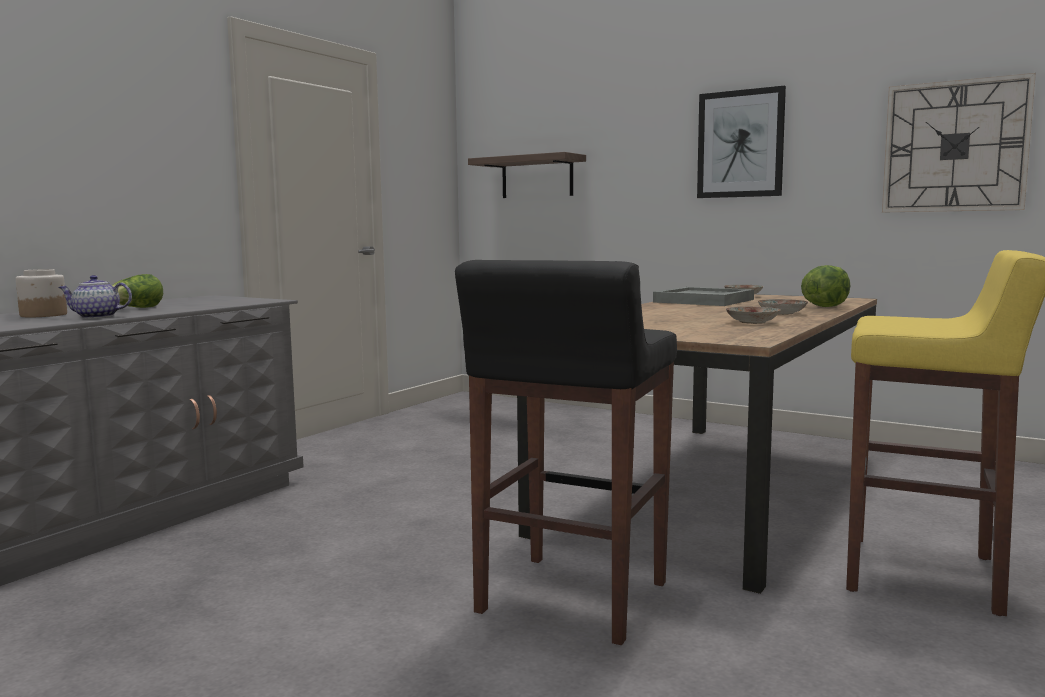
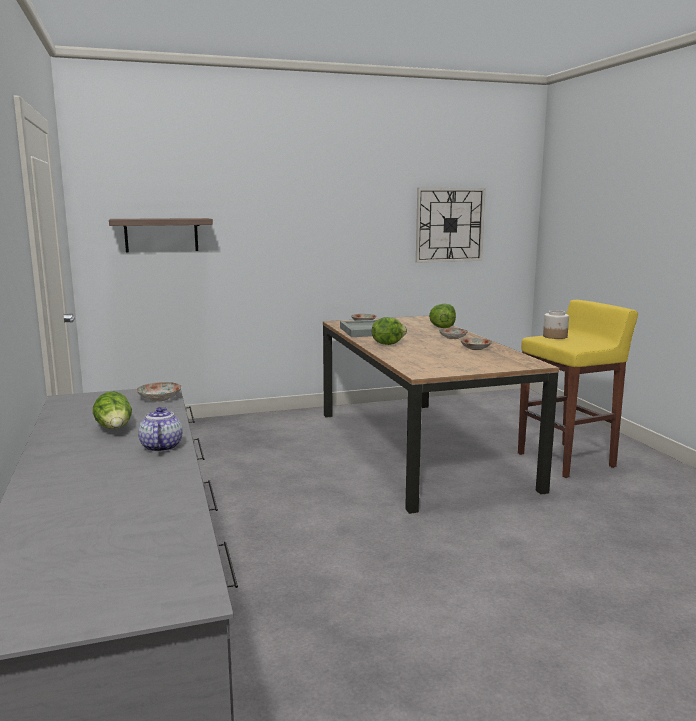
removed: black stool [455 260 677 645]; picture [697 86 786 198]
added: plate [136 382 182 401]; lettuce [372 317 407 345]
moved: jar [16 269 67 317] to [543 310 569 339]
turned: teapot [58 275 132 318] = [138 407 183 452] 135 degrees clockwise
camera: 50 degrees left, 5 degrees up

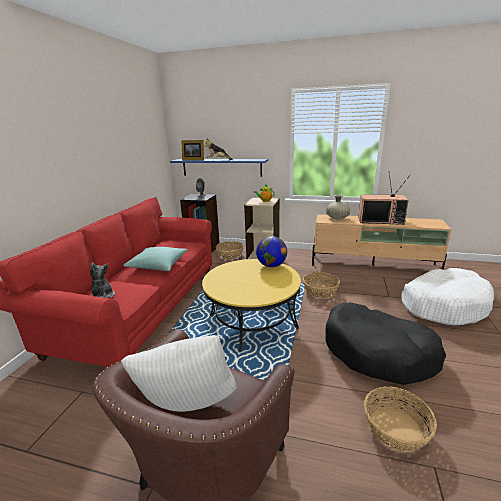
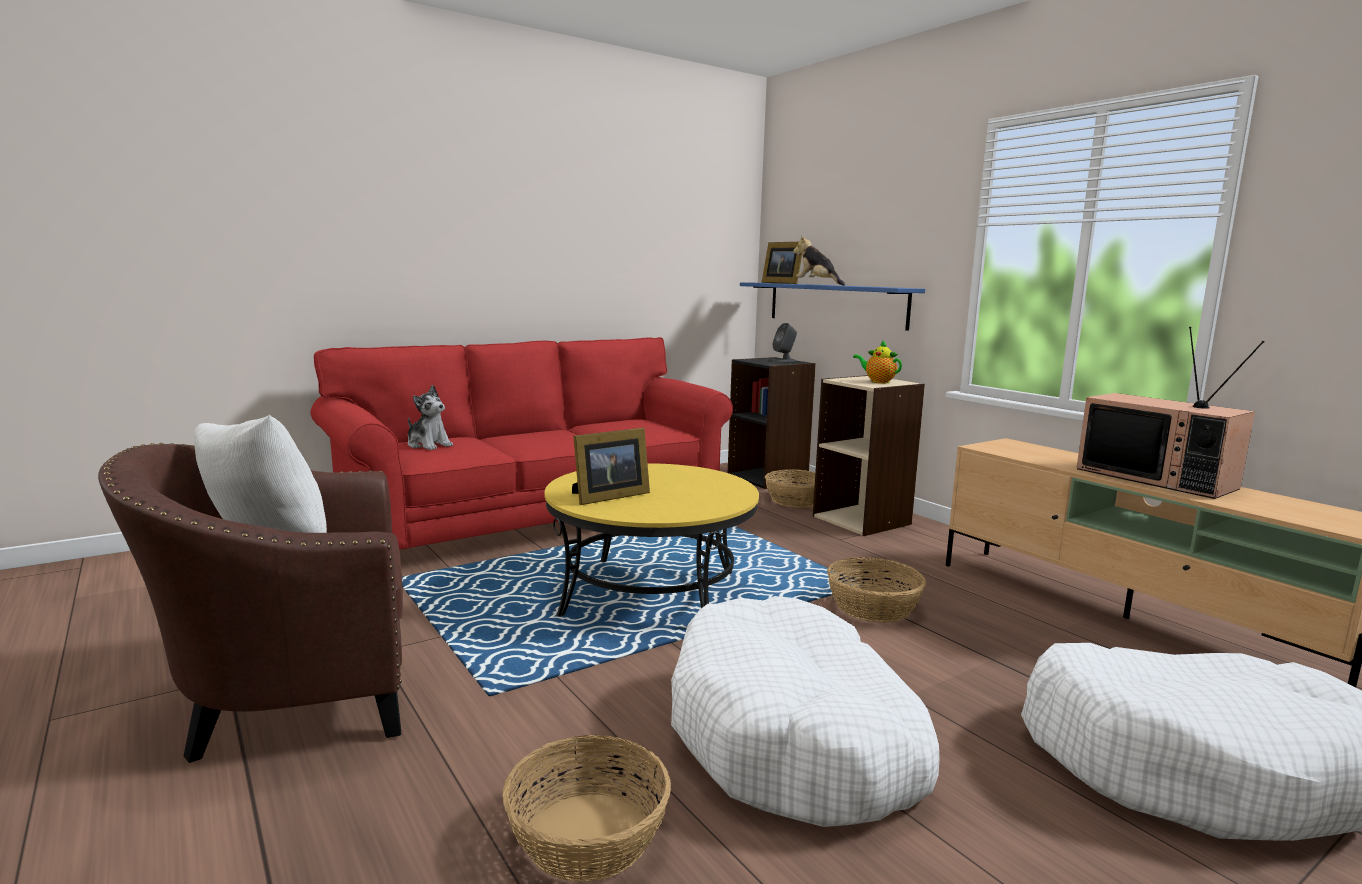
removed: turquoise pillow [123 247 187 271]; globe [256 236 287 267]; beige vase [326 195 350 219]
added: picture frame [572 428 650 505]
recoloured: black dog bed [326 302 446 385] to white dog bed [671 596 939 827]
turned: plush toy [90 263 115 298] = [408 385 453 450] 120 degrees clockwise
camera: 40 degrees right, 10 degrees down

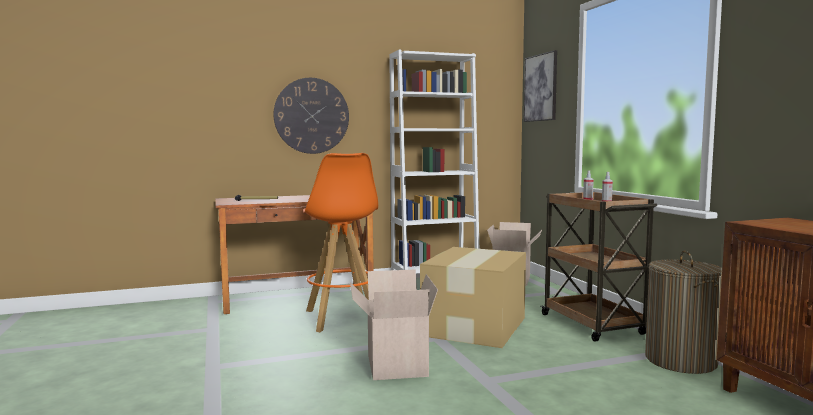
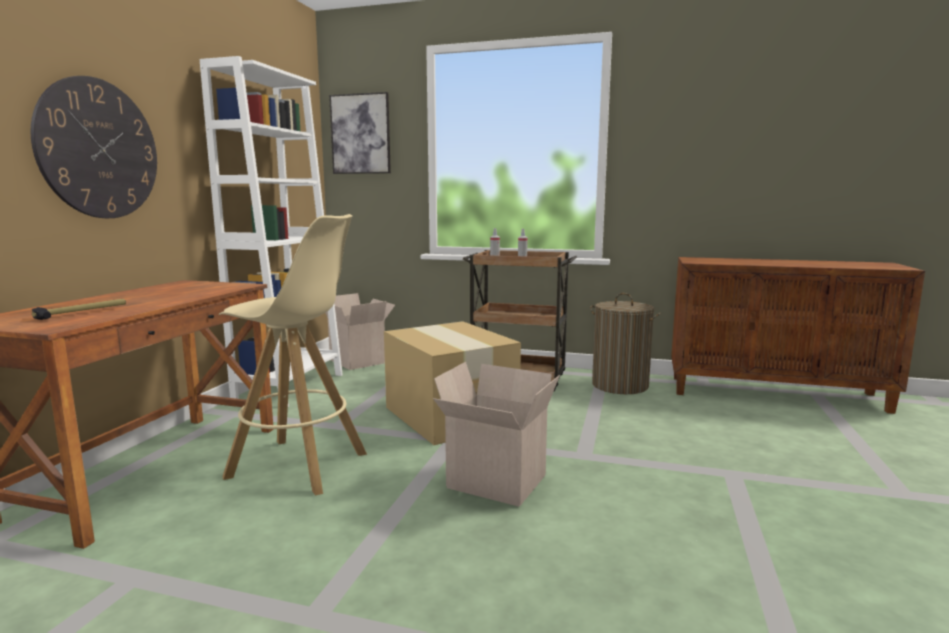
recoloured: orange stool [303 153 378 332] to beige stool [219 214 367 495]
camera: 55 degrees left, 5 degrees up

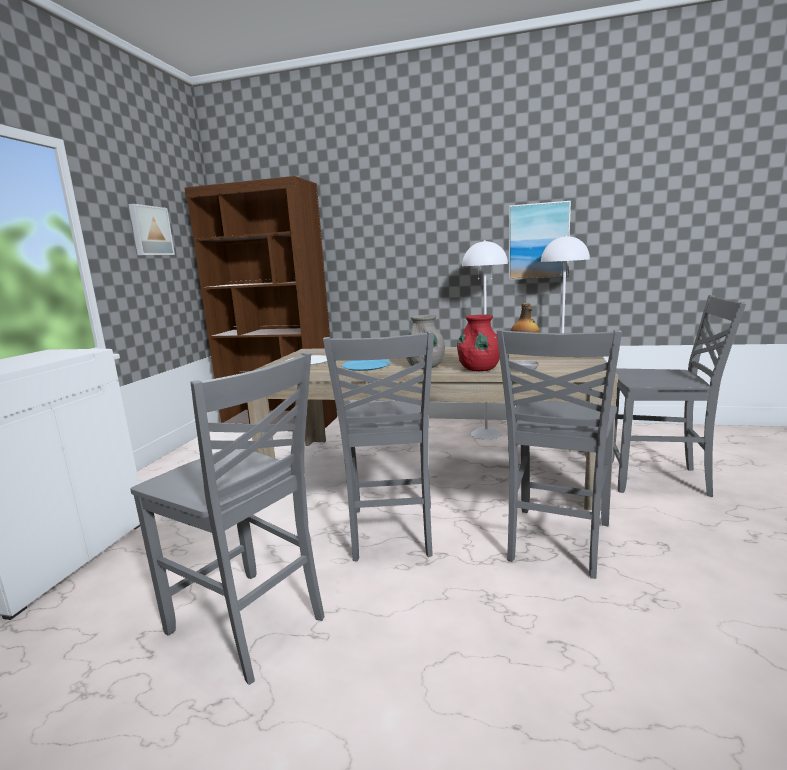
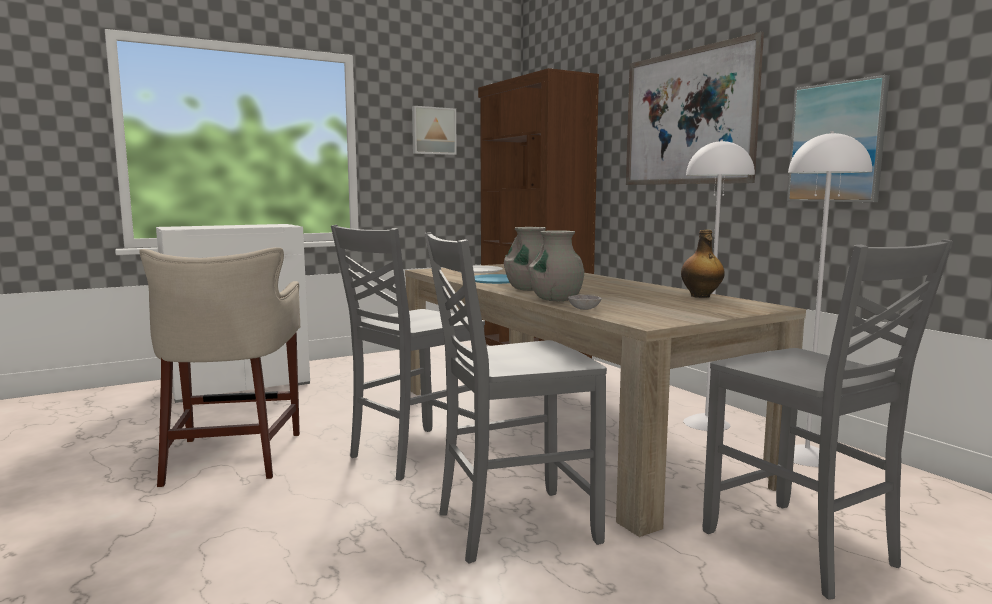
added: picture [626 32 764 185]
replaced: grey chair [130 352 324 685] to beige stool [139 247 300 487]
recoloured: red vase [457 314 500 371] to grey vase [528 230 584 301]
camera: 45 degrees right, 5 degrees down

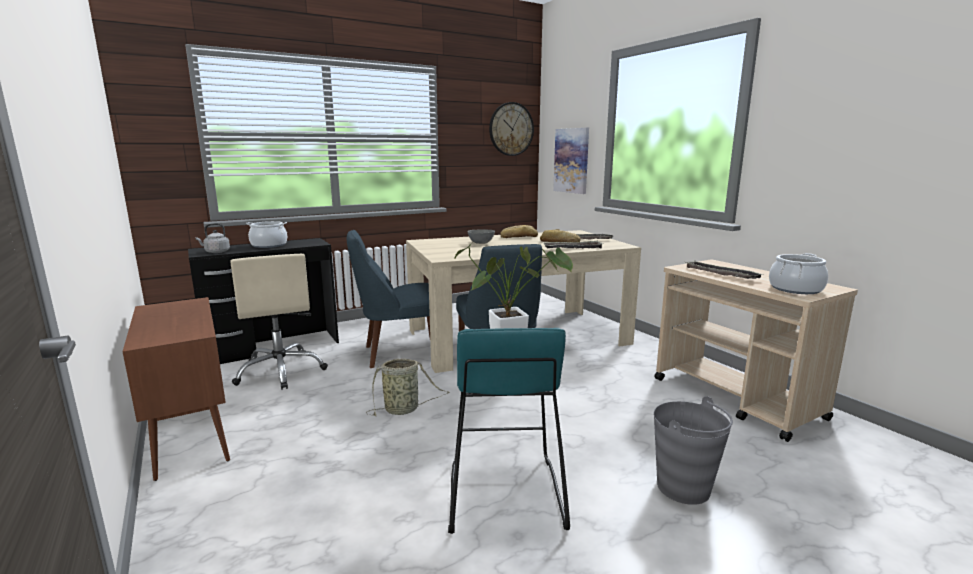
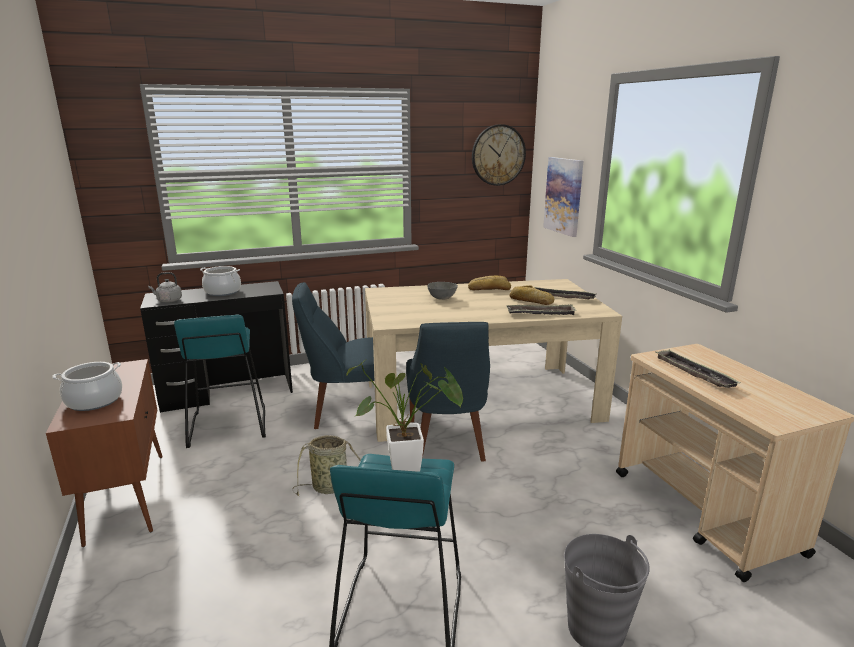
moved: cooking pot [769 253 828 294] to [52 362 122 411]
replaced: beige office chair [230 254 328 390] to turquoise stool [174 314 266 448]
camera: 10 degrees right, 5 degrees up

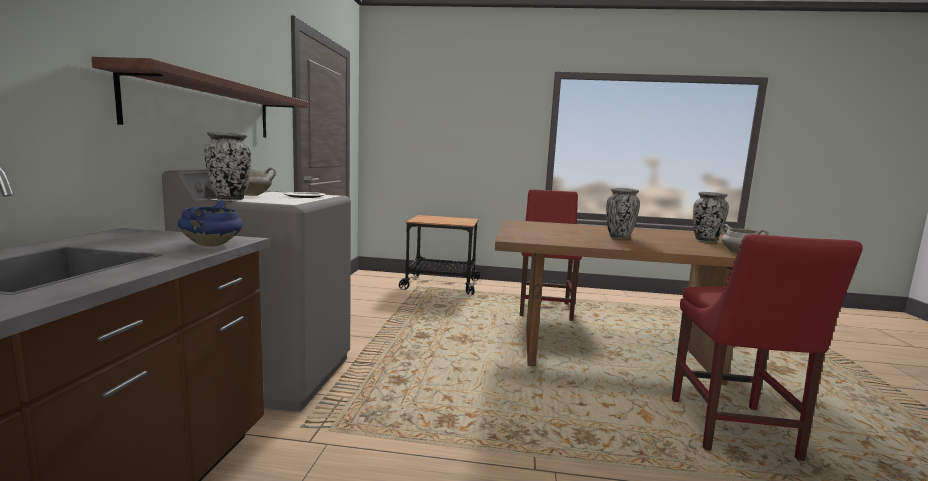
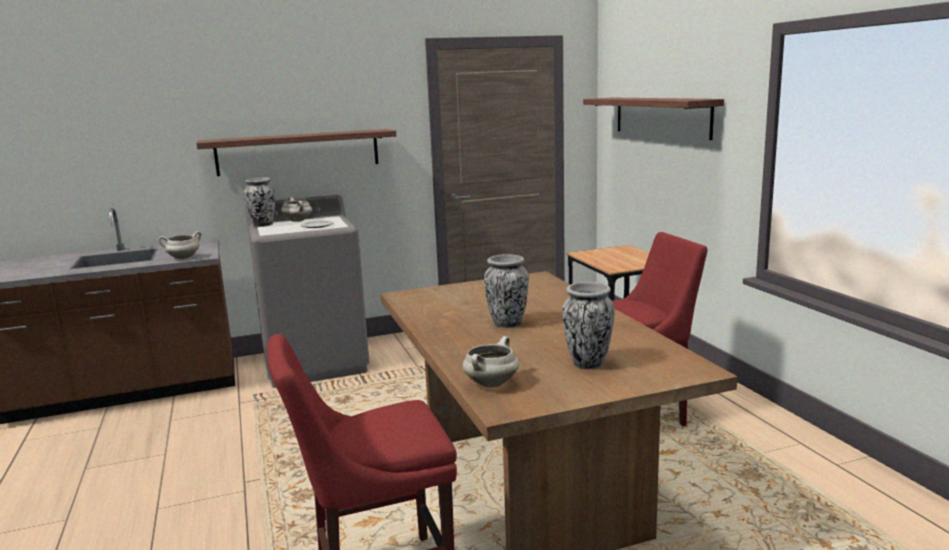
added: shelf [583 98 724 140]
recoloured: blue cooking pot [178 200 243 246] to white cooking pot [159 231 201 259]
camera: 65 degrees right, 5 degrees up

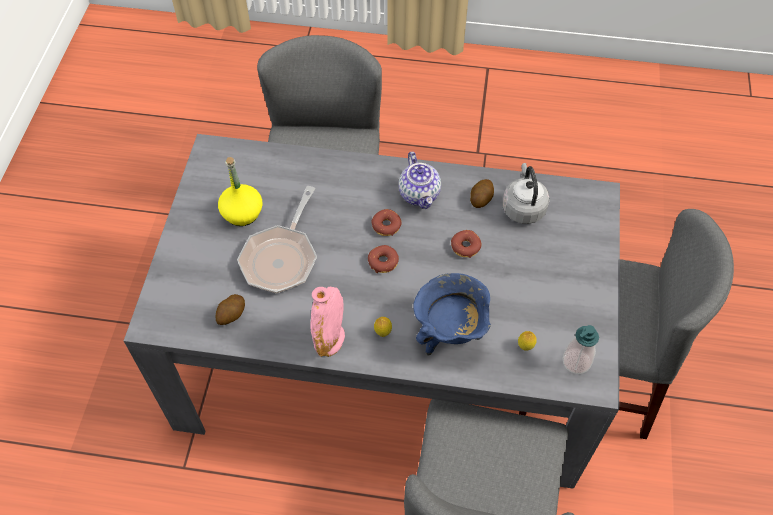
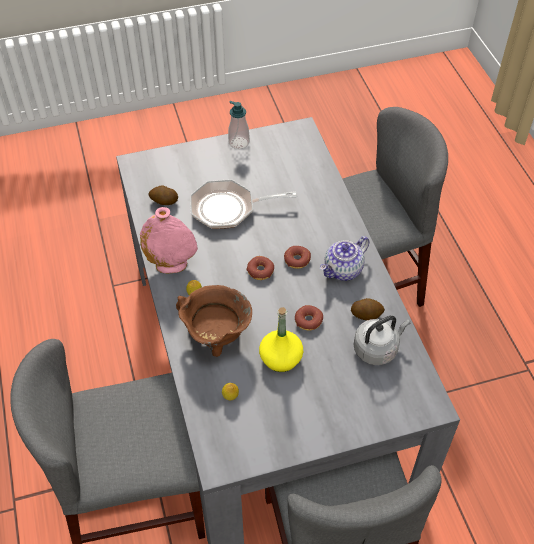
moved: yellow bottle [218 157 263 226] to [259 307 303 372]; soap dispenser [562 325 599 374] to [228 101 250 149]
recoloured: blue cooking pot [413 273 491 355] to brown cooking pot [176 285 252 357]
camera: 65 degrees right, 5 degrees down

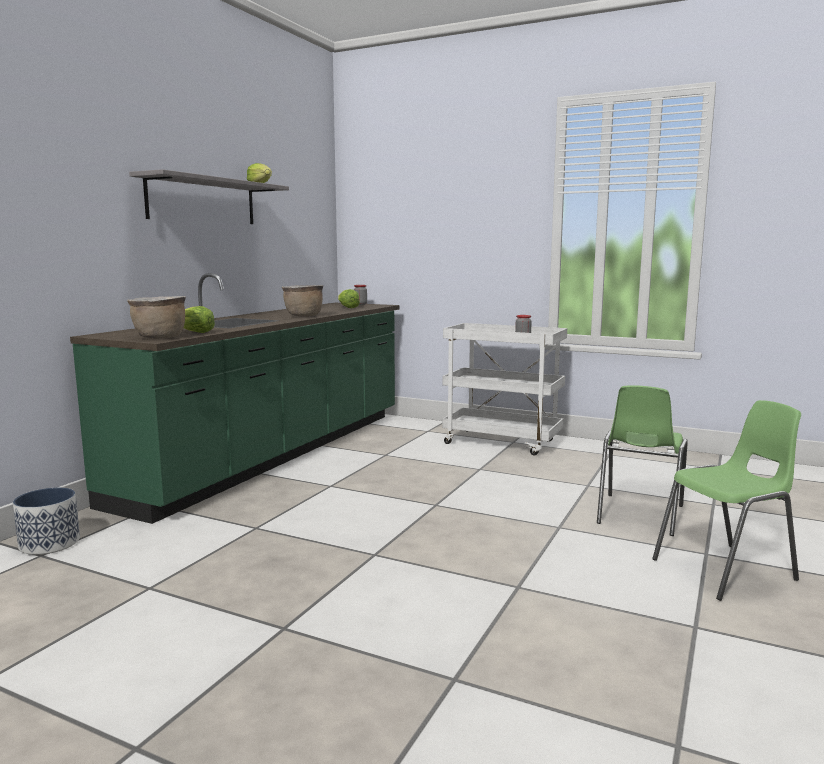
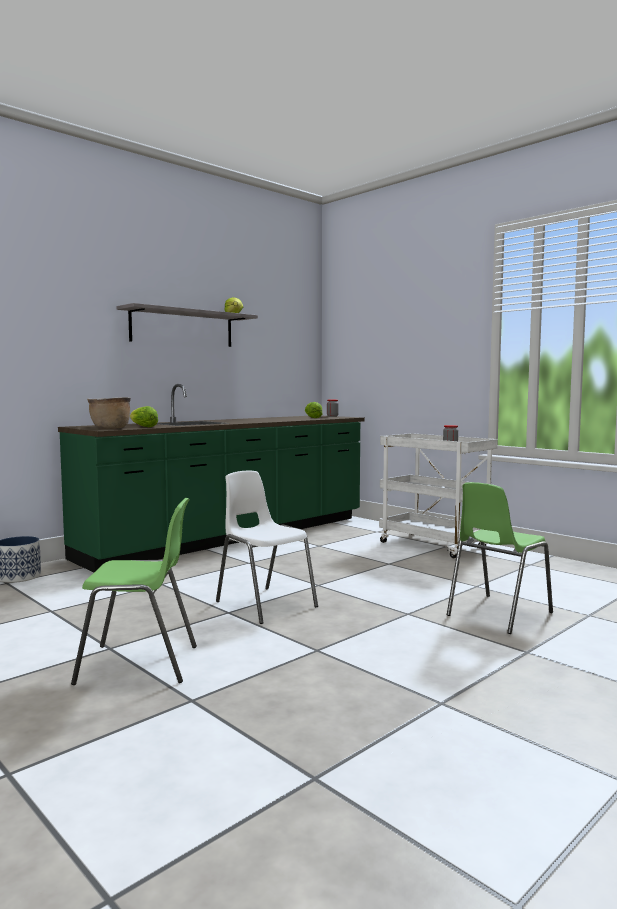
removed: brown cooking pot [282 285 323 316]
added: white chair [216 471 318 624]
moved: green chair [652 400 801 601] to [71 498 197 685]
camera: 20 degrees right, 5 degrees down

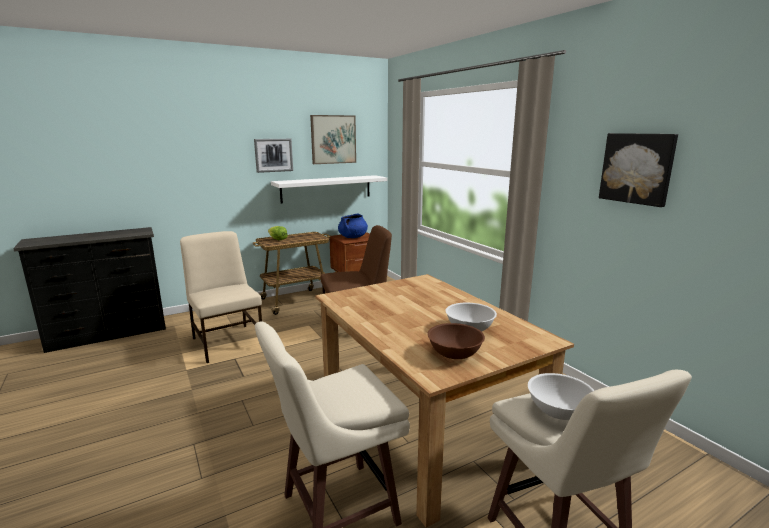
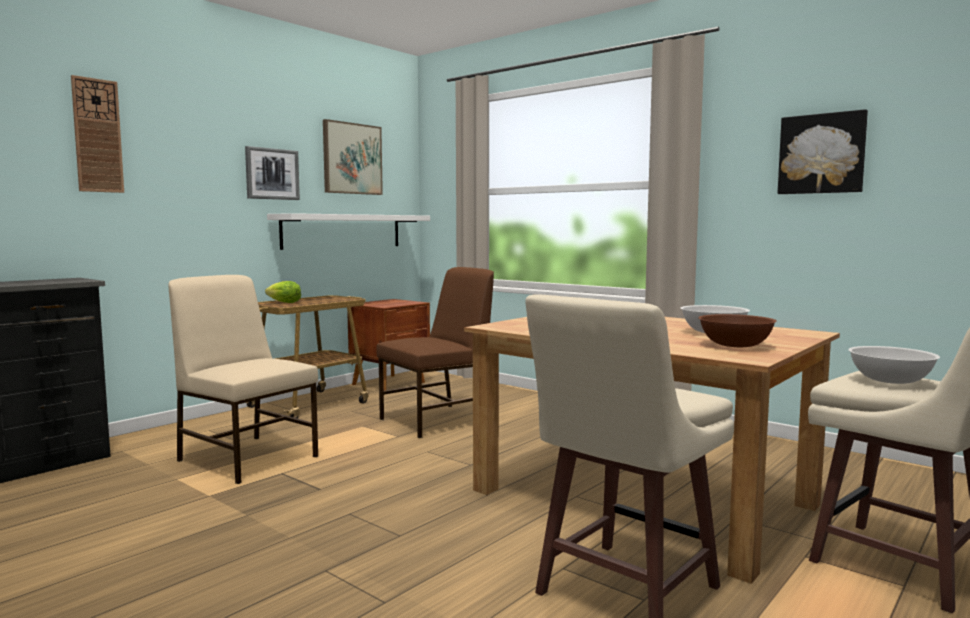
removed: blue cooking pot [338 214 368 238]
added: wall clock [71 75 124 193]
camera: 20 degrees left, 10 degrees down

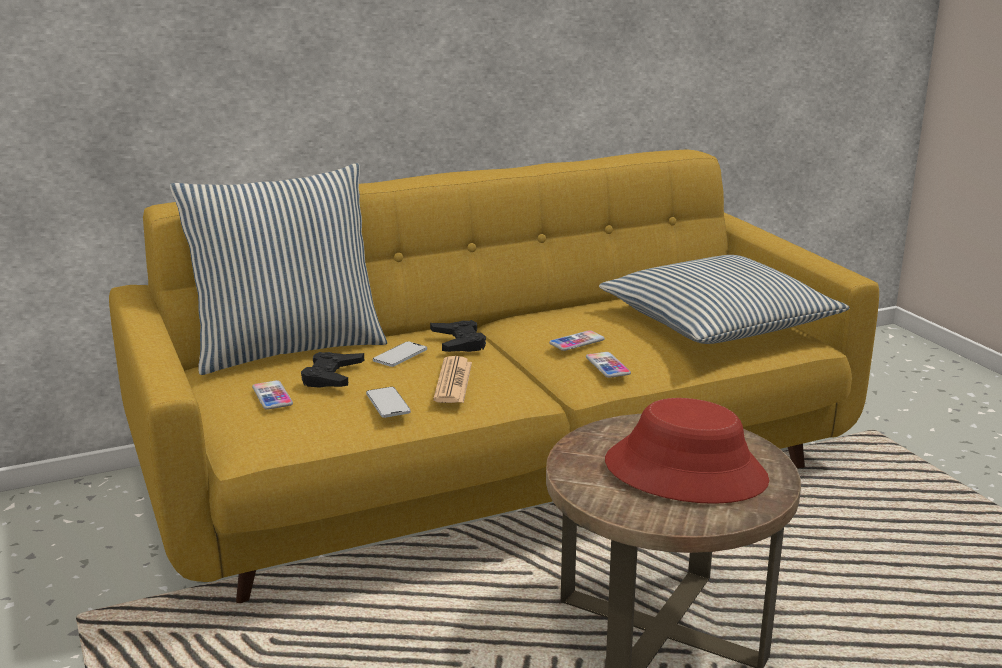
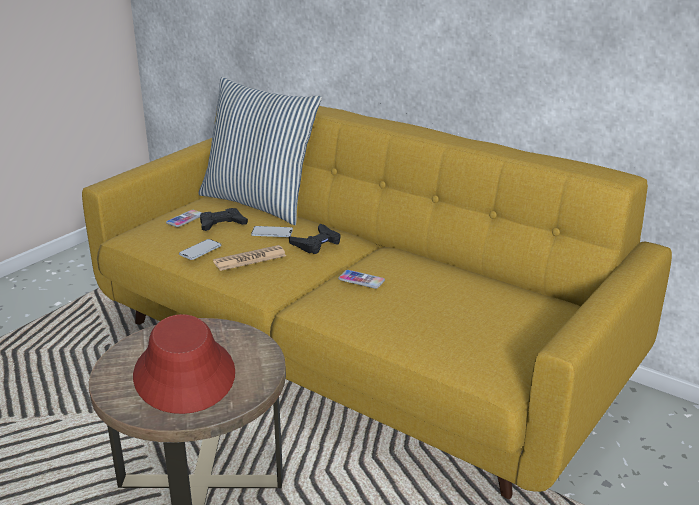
removed: phone [586 352 631 378]; pillow [599 255 850 344]
camera: 60 degrees right, 5 degrees up

